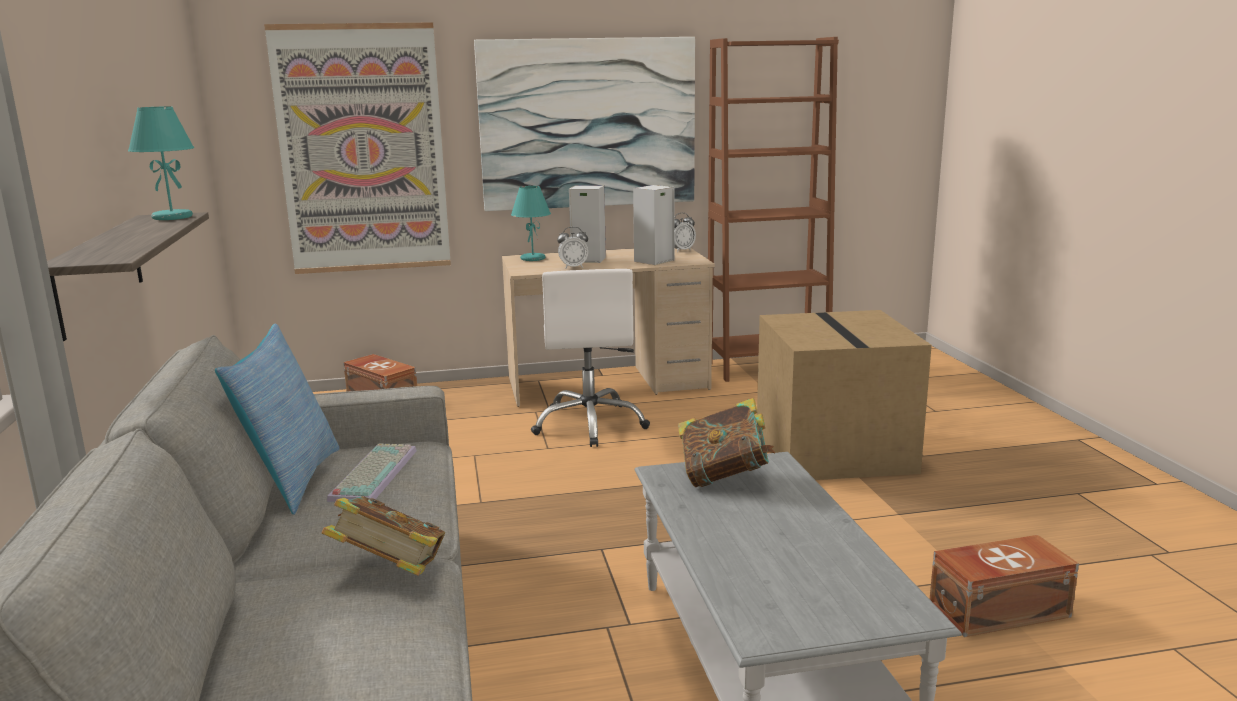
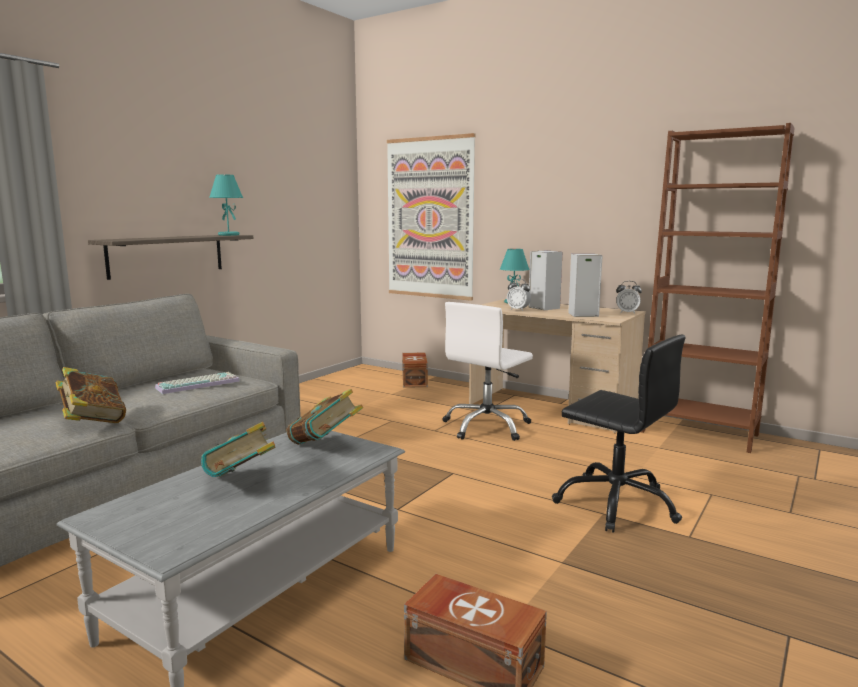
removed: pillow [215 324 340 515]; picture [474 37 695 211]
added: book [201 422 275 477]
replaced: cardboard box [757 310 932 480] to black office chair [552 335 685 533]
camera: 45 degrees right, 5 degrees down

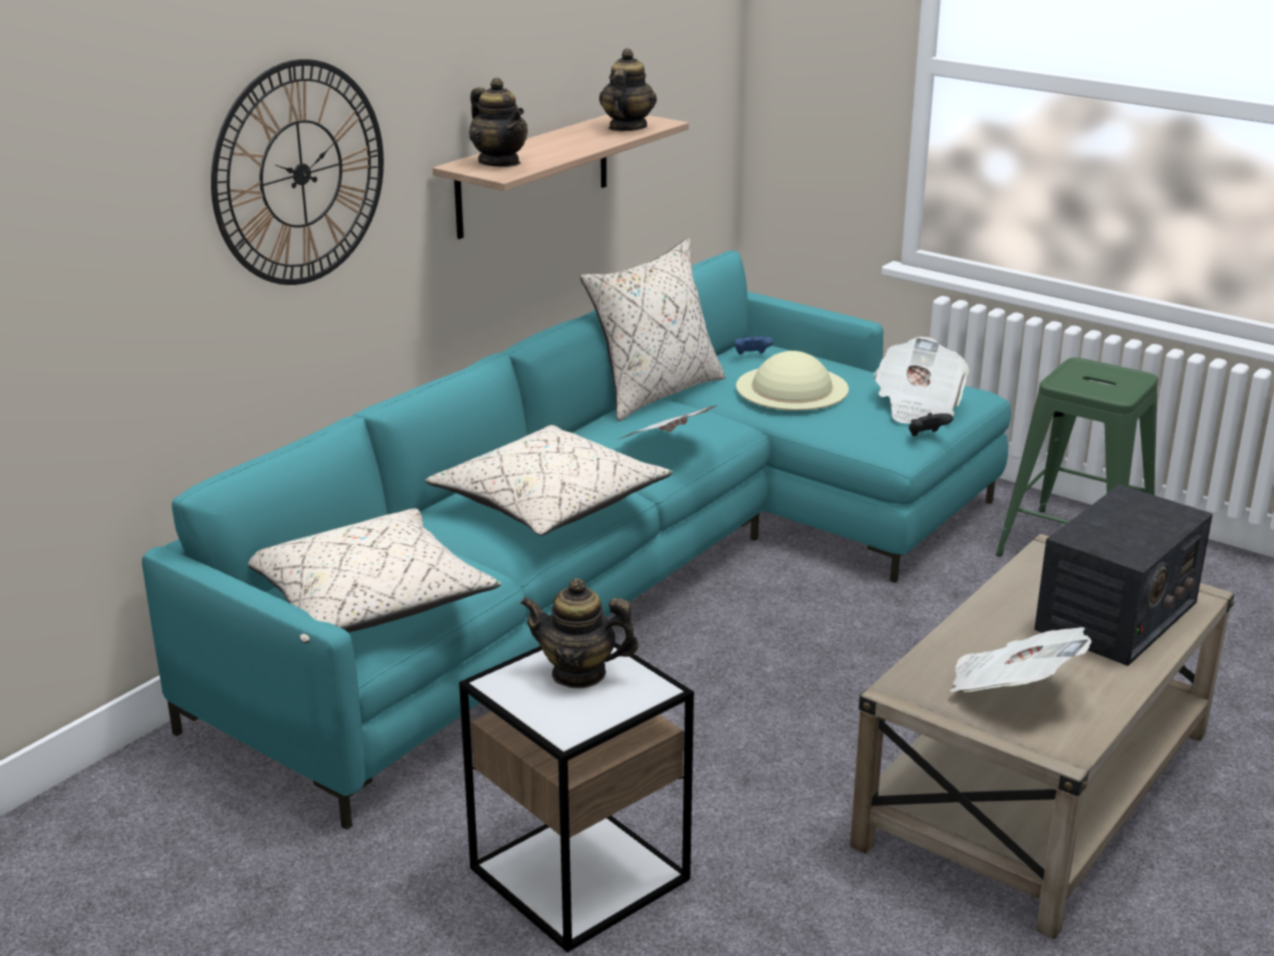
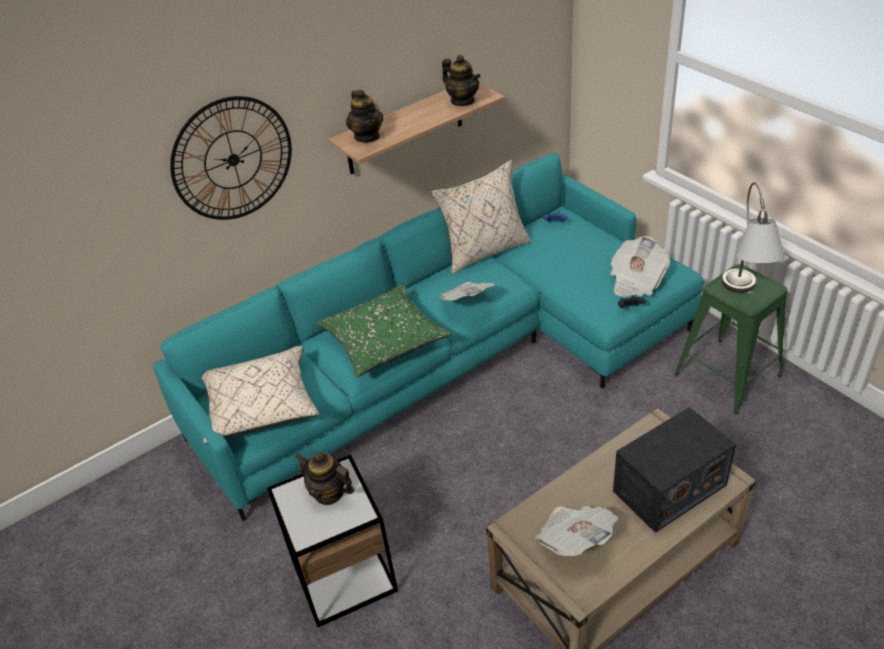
removed: beige hat [736 351 849 411]
added: grey table lamp [722 182 785 293]
recoloured: beige pillow [425 425 673 536] to green pillow [316 284 451 377]
turned: teapot [599 48 657 131] = [442 55 481 106] 105 degrees clockwise
camera: 20 degrees right, 15 degrees up

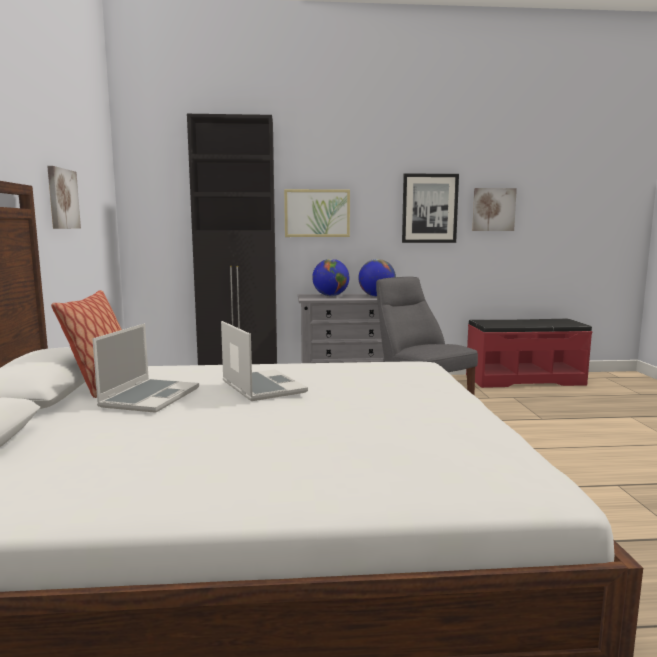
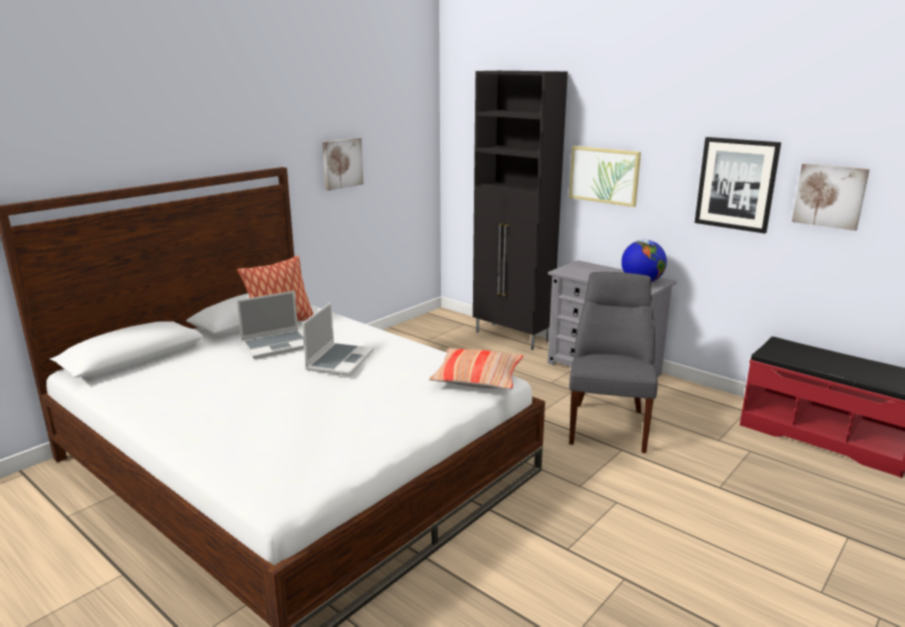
removed: globe [312 259 350 296]
added: pillow [429 348 523 389]
camera: 45 degrees right, 10 degrees up

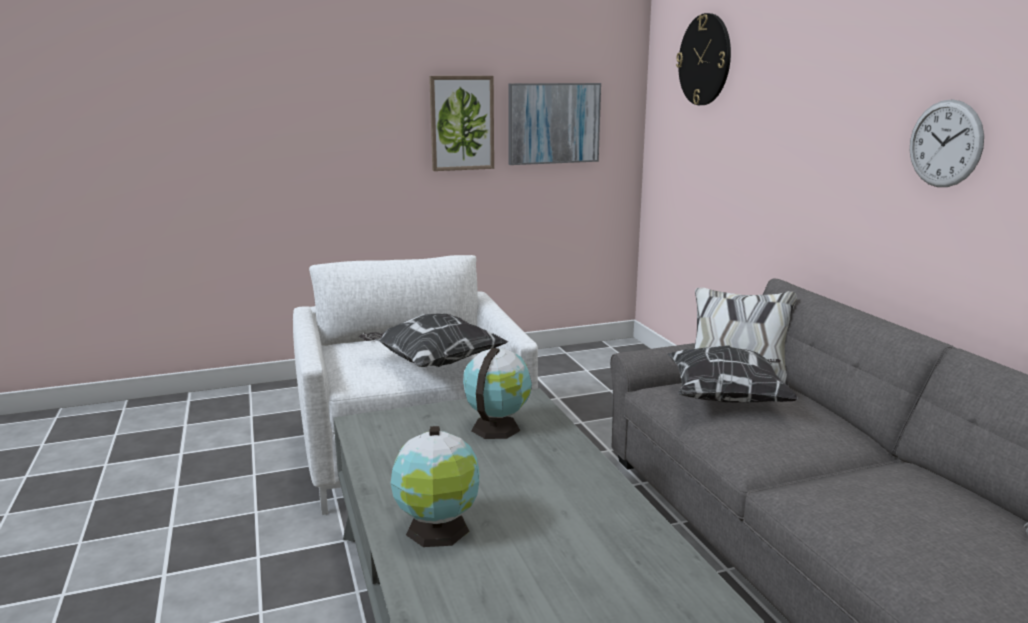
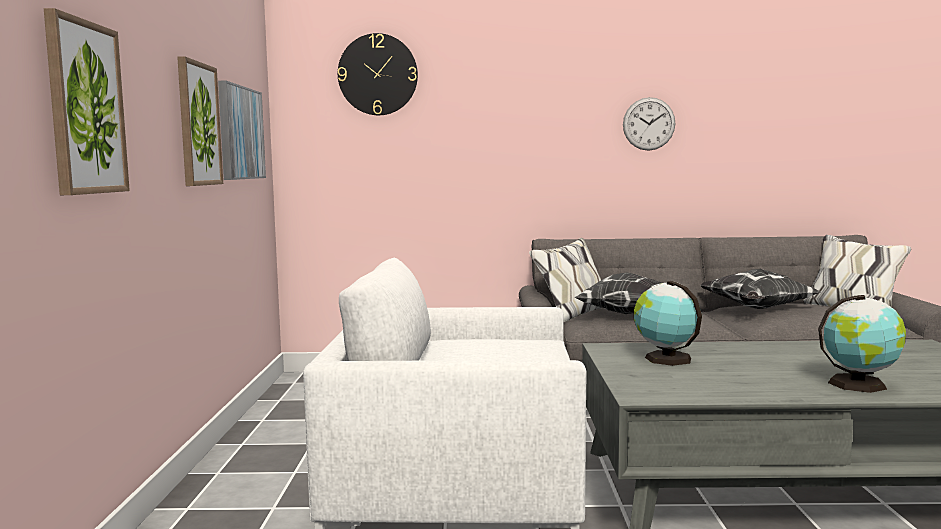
added: picture [44 8 130 195]
moved: pillow [359 313 508 367] to [700 269 821 309]
camera: 70 degrees left, 10 degrees down

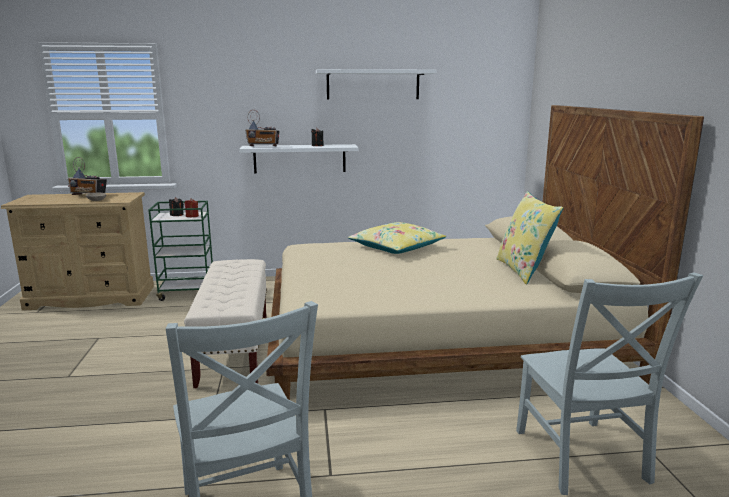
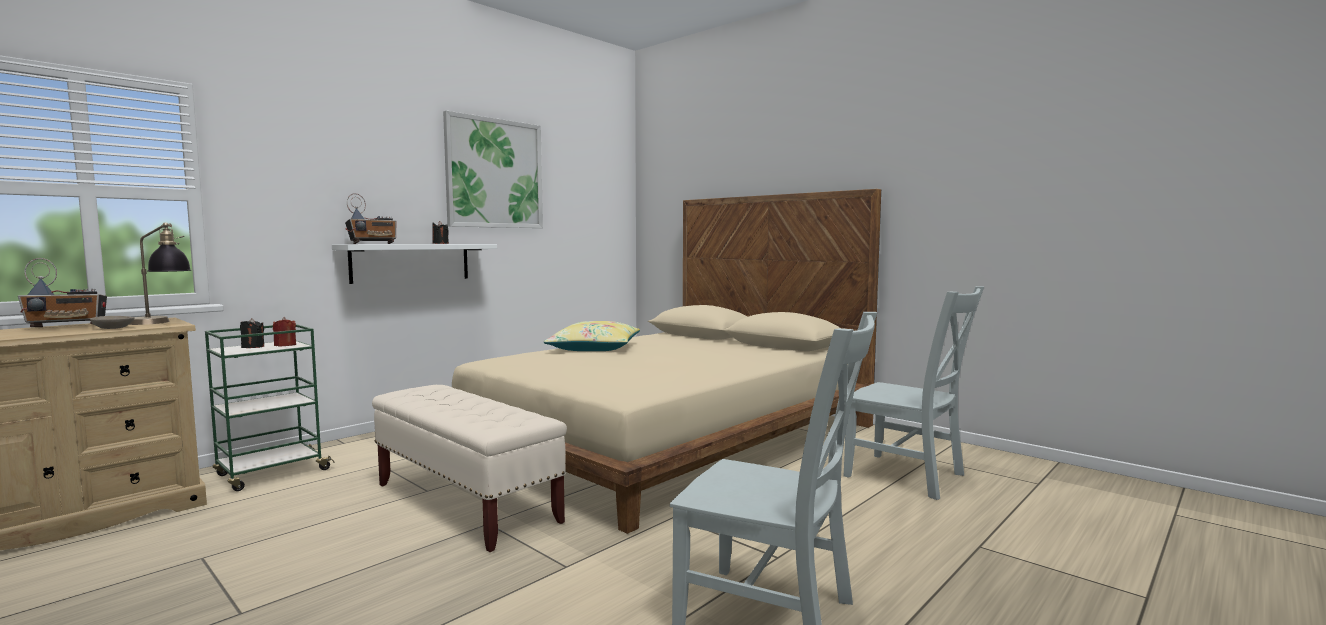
removed: yellow pillow [496 191 563 285]
added: table lamp [129 222 191 325]
replaced: white shelf [316 69 437 100] to picture [443 111 543 228]
camera: 40 degrees left, 10 degrees down

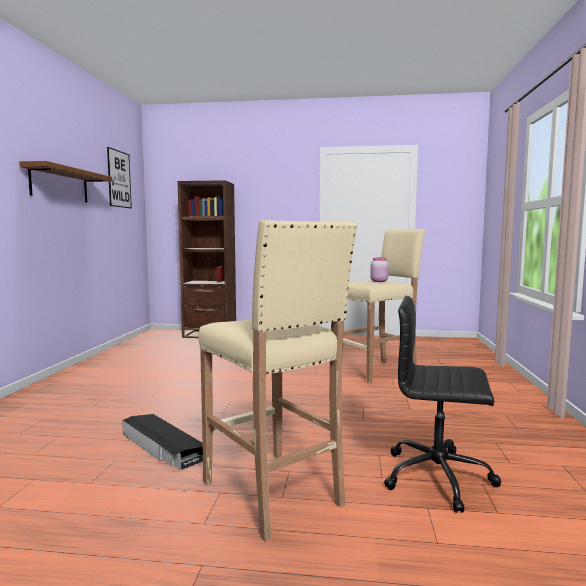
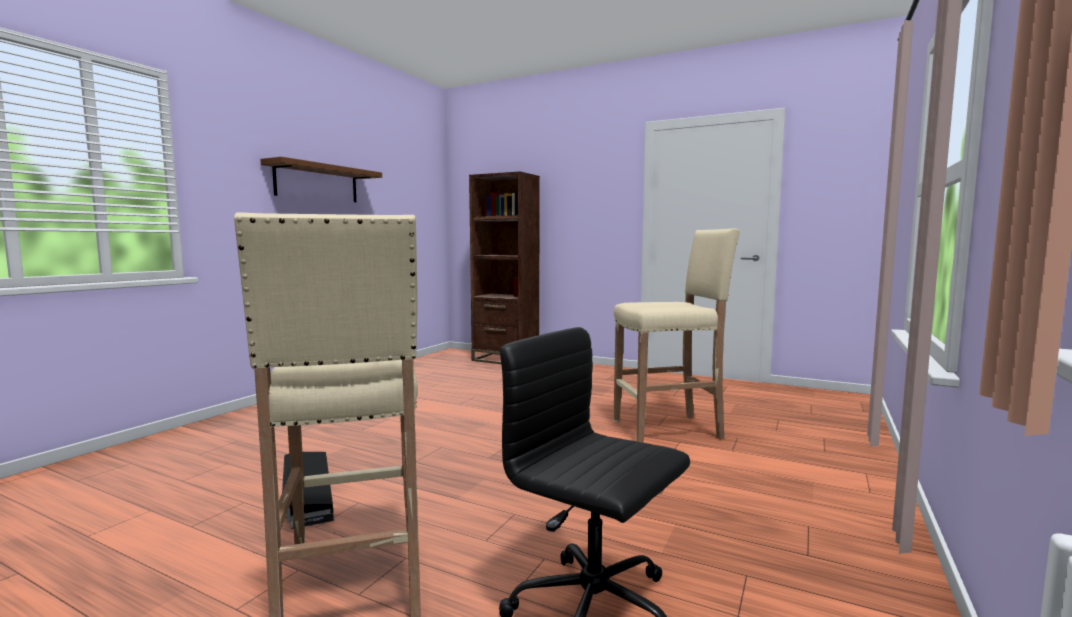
removed: picture [107 147 132 209]; pink jar [370 258 389 282]
camera: 20 degrees right, 0 degrees up

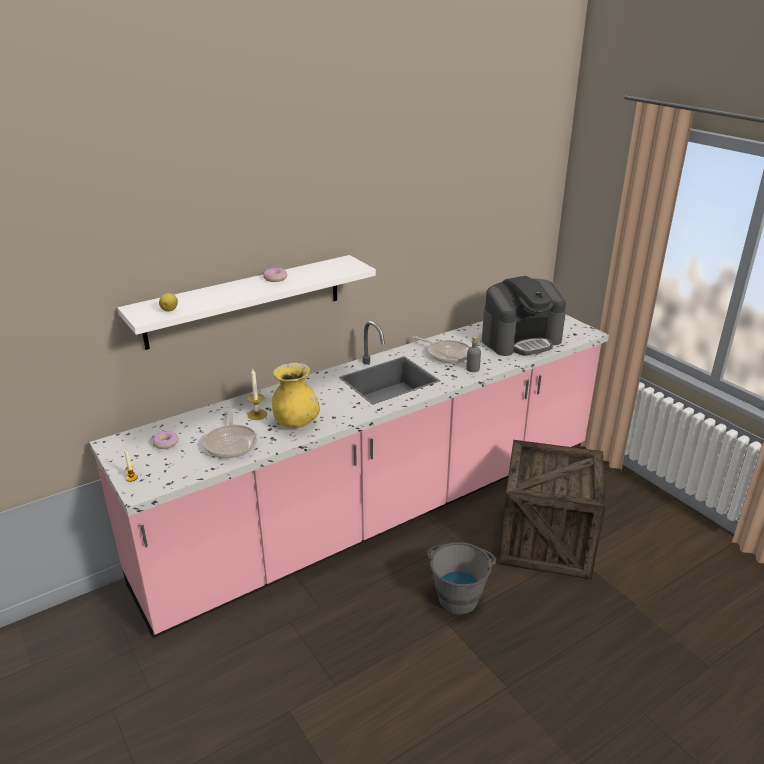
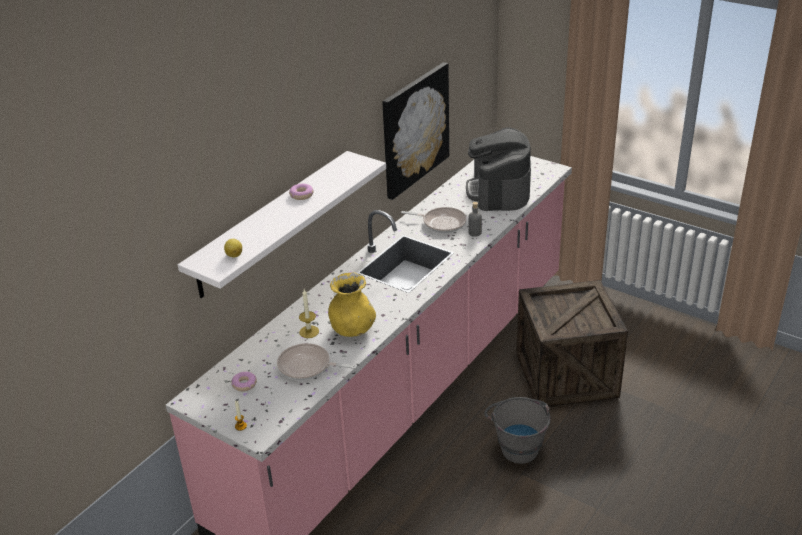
added: picture [382 62 449 200]
turned: frying pan [203 409 257 458] = [277 343 357 380] 135 degrees clockwise; coffee machine [482 276 566 356] = [466 128 531 211] 135 degrees clockwise
camera: 20 degrees left, 5 degrees up

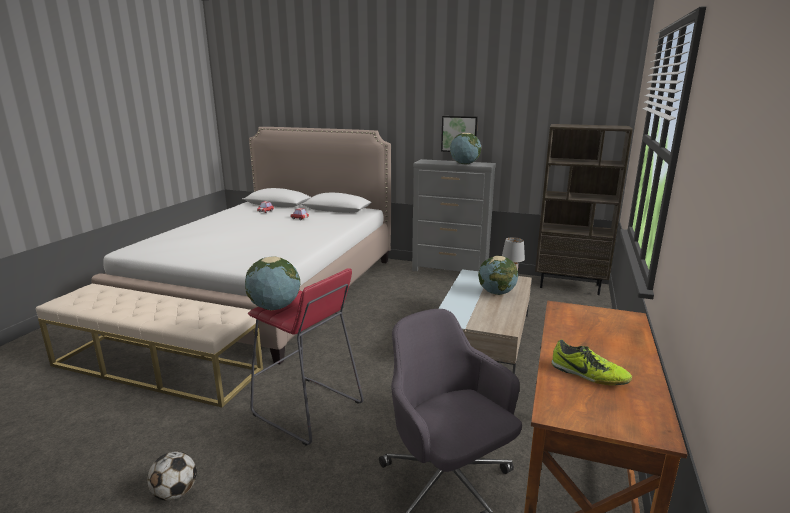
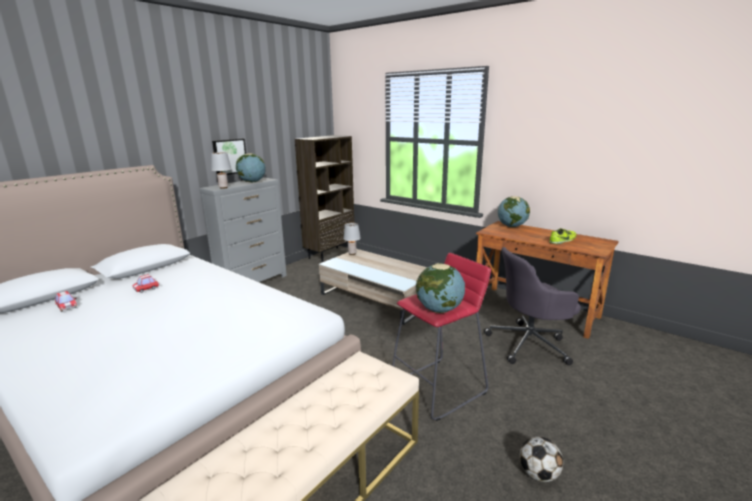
added: grey table lamp [211 152 231 189]
moved: globe [478 256 518 295] to [498 196 530 227]
camera: 70 degrees left, 0 degrees up

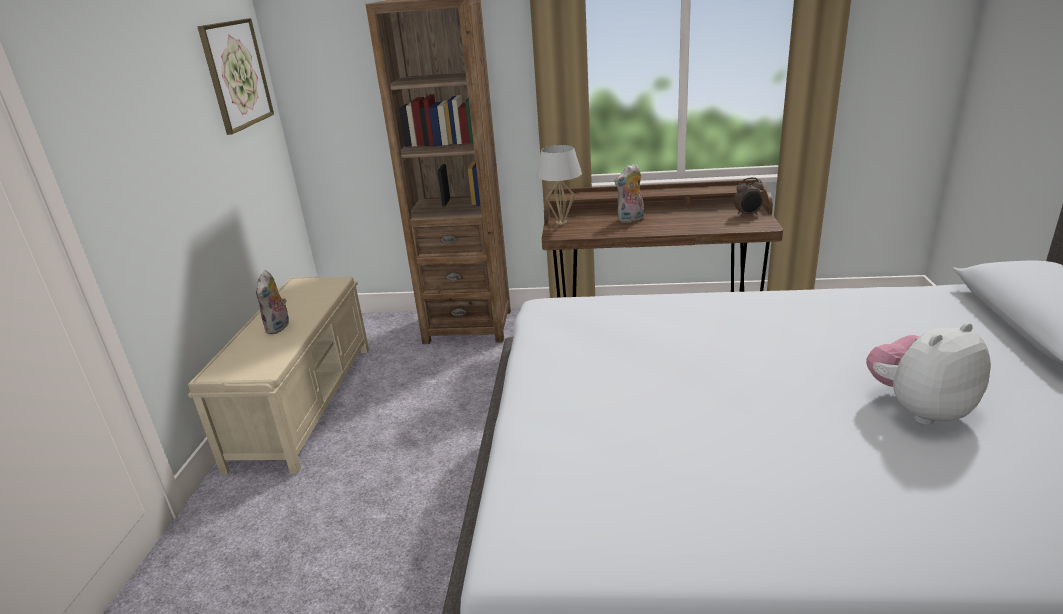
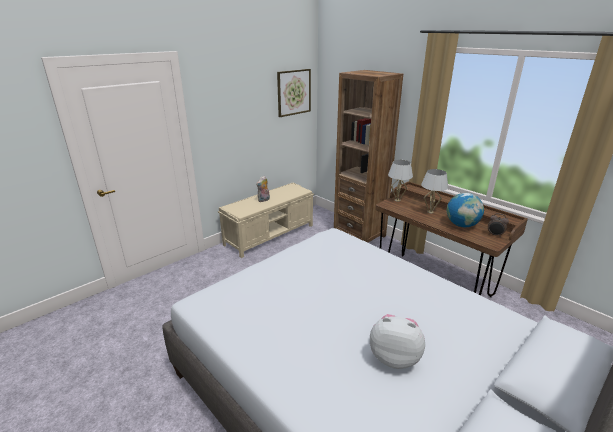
added: globe [447 193 484 227]
replaced: plush toy [614 163 644 223] to white table lamp [421 169 448 213]
camera: 40 degrees right, 0 degrees up

